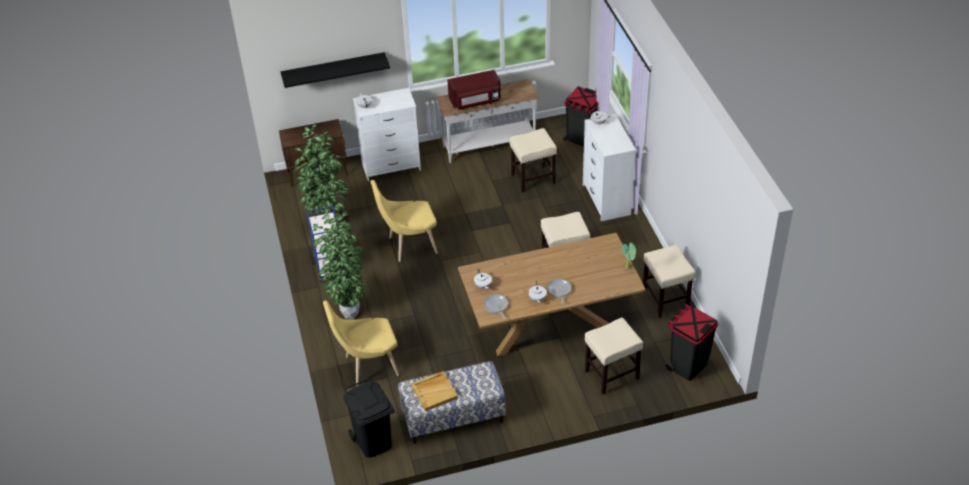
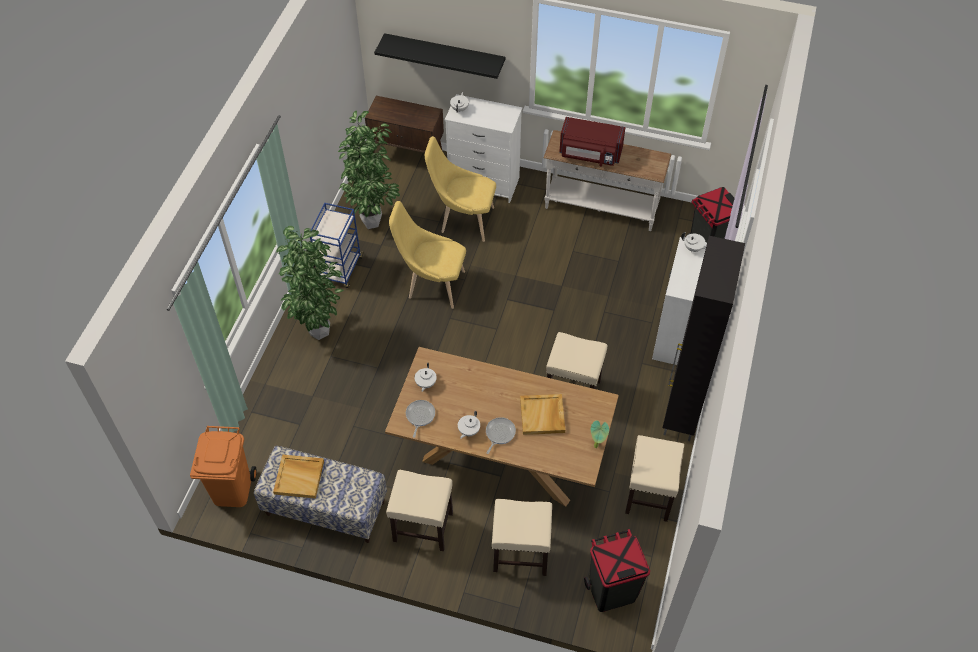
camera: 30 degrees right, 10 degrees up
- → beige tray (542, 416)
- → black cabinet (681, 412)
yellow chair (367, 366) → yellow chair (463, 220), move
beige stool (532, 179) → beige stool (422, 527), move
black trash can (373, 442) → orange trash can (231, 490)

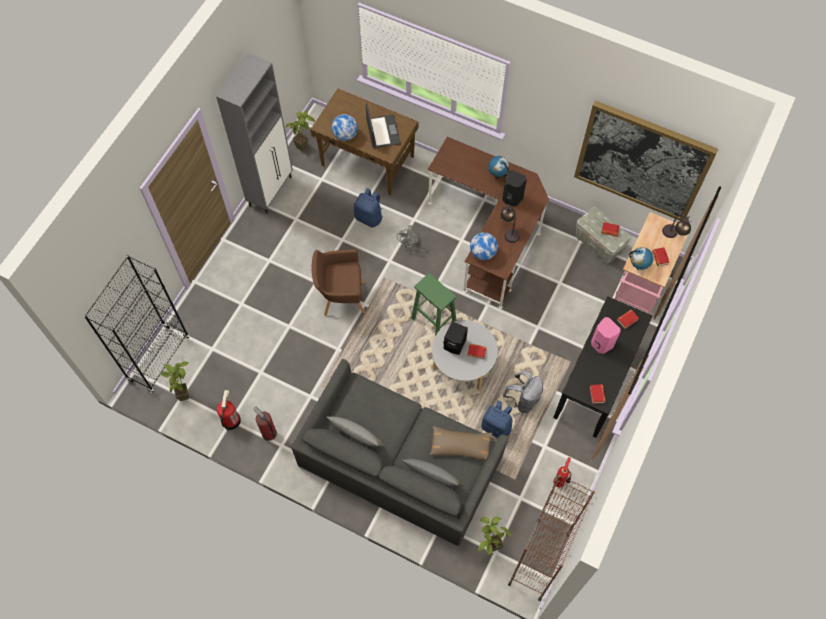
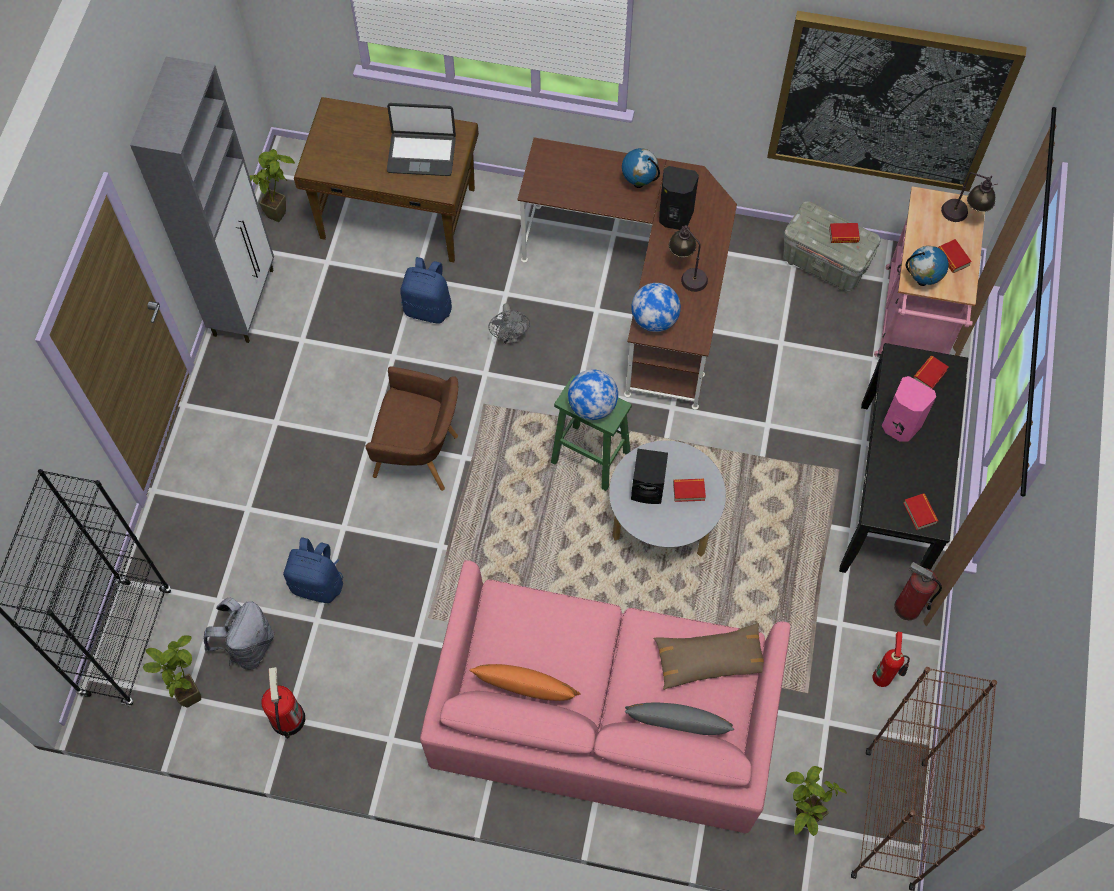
camera: 15 degrees left, 0 degrees up
fire extinguisher (269, 433) → fire extinguisher (907, 608), move
globe (345, 135) → globe (592, 406), move
blue backpack (496, 426) → blue backpack (318, 583), move
grey backpack (523, 400) → grey backpack (248, 645), move
grey sofa (399, 460) → pink sofa (603, 712)
grey pillow (356, 436) → orange pillow (525, 689)
brown armchair (341, 298) → brown armchair (420, 457), 150 degrees counterclockwise
laptop (382, 132) → laptop (421, 154), 120 degrees clockwise

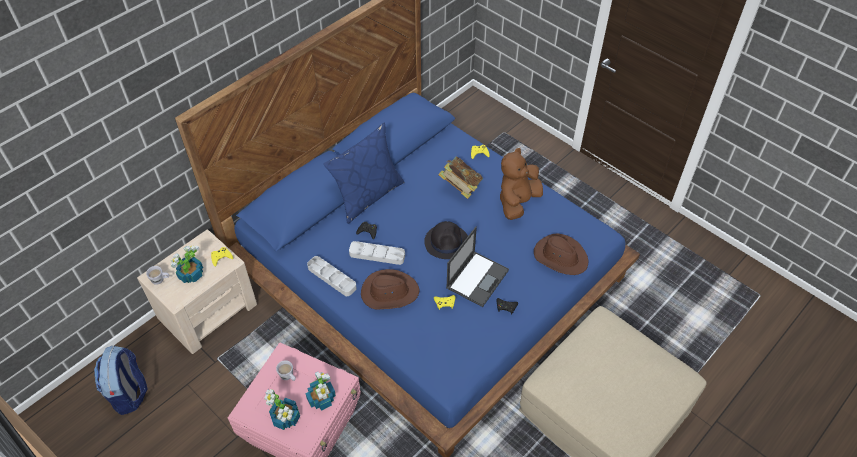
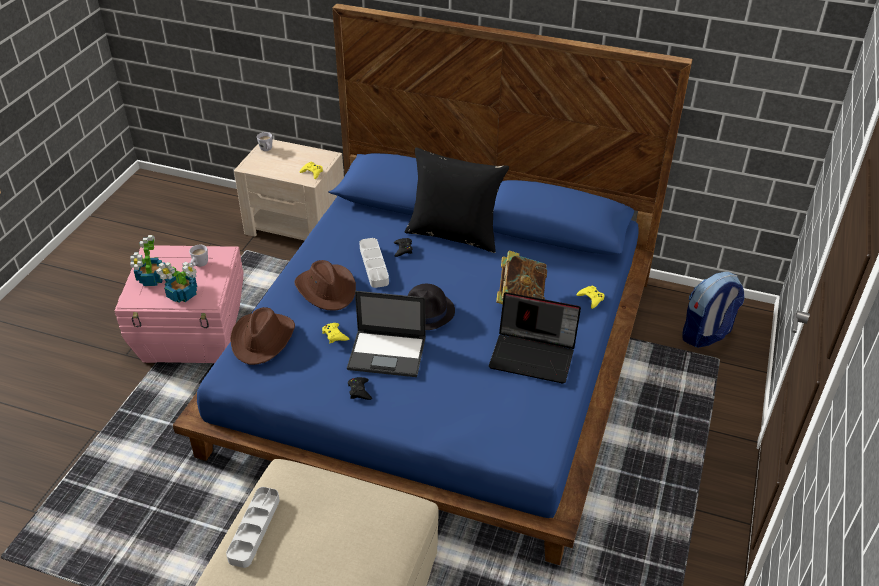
camera: 65 degrees right, 10 degrees down
potted plant (190, 274) → -
backpack (130, 393) → backpack (706, 335), move
grey tray (332, 278) → grey tray (254, 529), move
brown hat (560, 256) → brown hat (263, 339), move
brown plush toy (517, 202) → laptop (534, 355)
blue pillow (368, 196) → black pillow (454, 234)

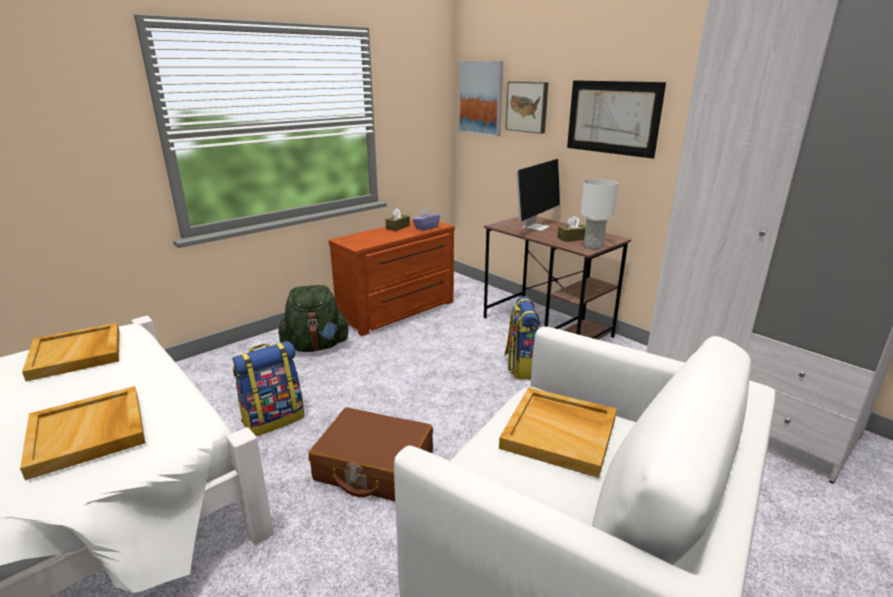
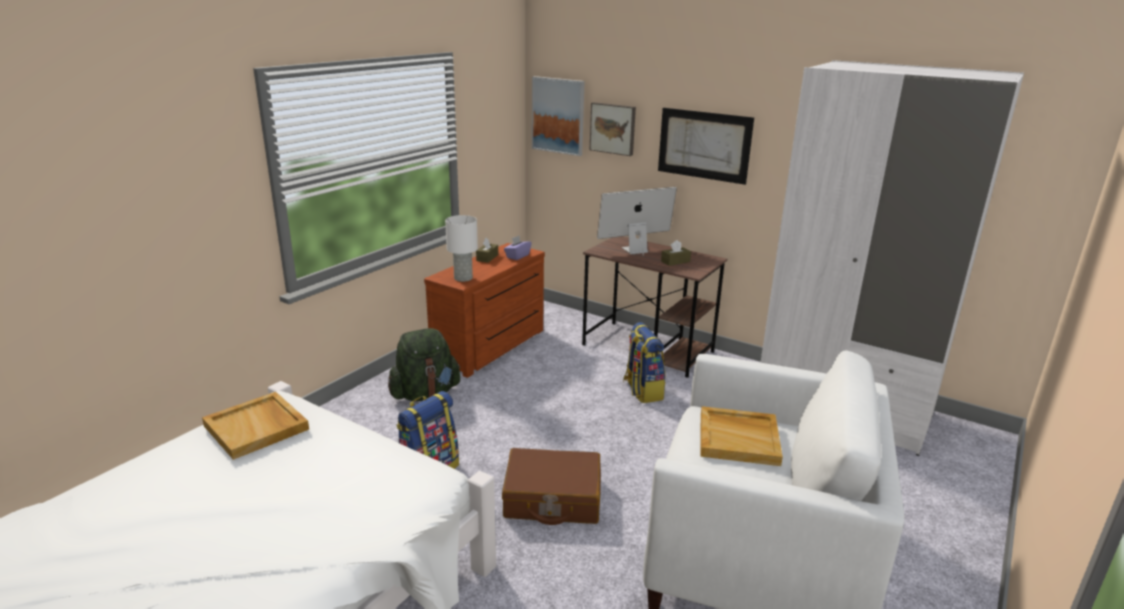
camera: 15 degrees left, 0 degrees up
beige tray (89, 433) → -
white table lamp (593, 246) → white table lamp (463, 278), move
monitor (536, 227) → monitor (634, 250), 135 degrees counterclockwise

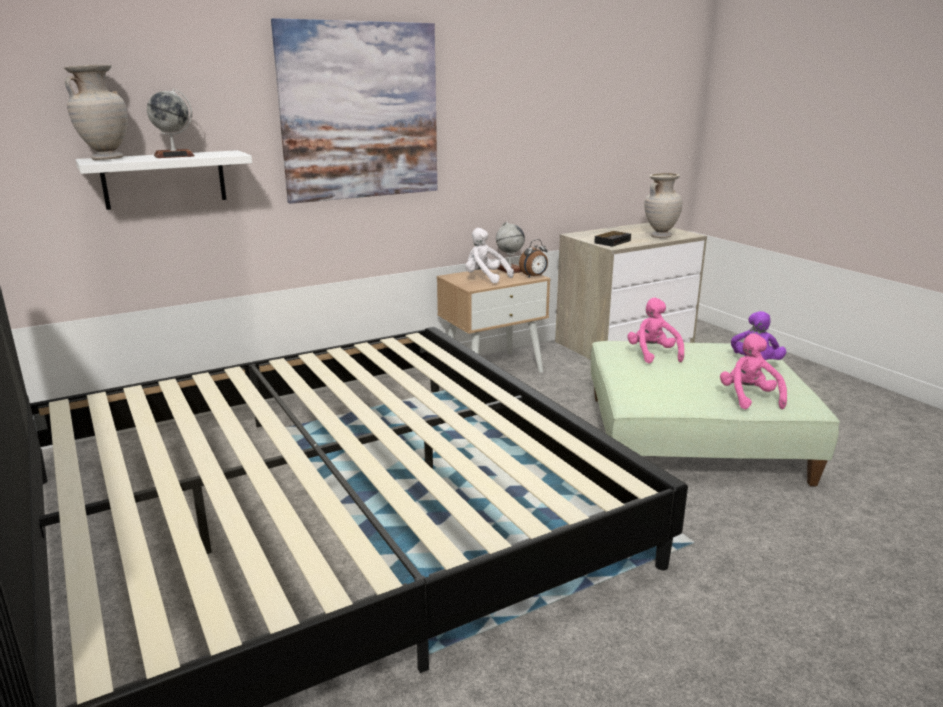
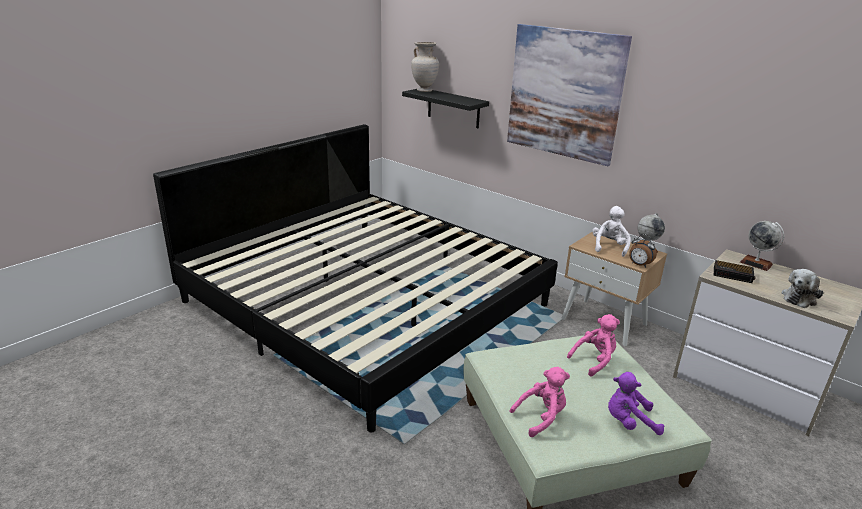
camera: 70 degrees right, 5 degrees up
globe (174, 156) → globe (756, 263), move
beige vase (660, 236) → plush toy (800, 298)
white shelf (164, 179) → black shelf (453, 108)

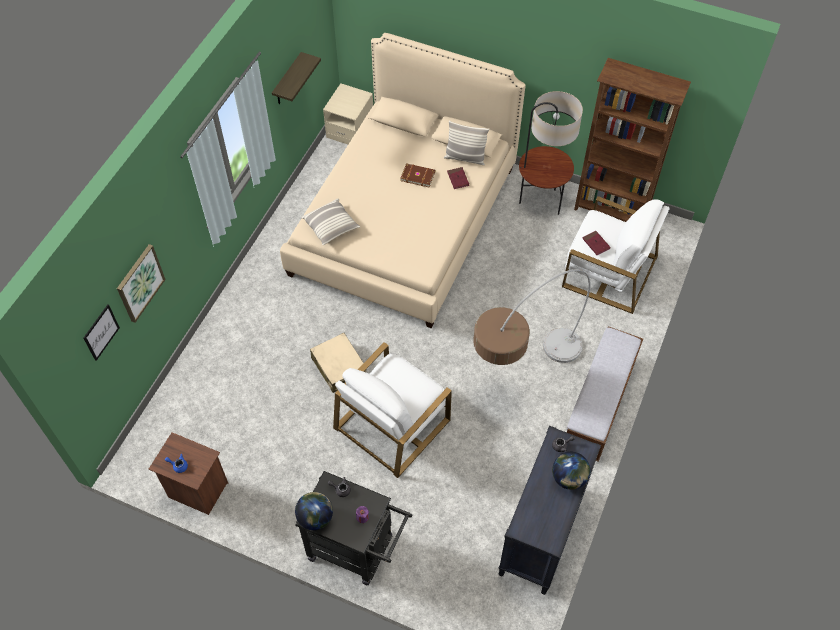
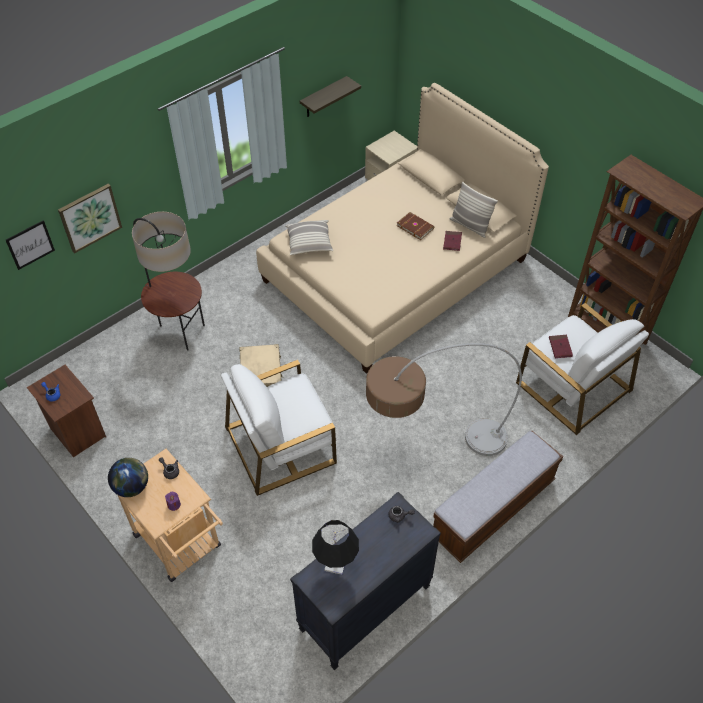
camera: 25 degrees right, 5 degrees down
globe (569, 478) → -
- → black table lamp (335, 564)
floor lamp (540, 202) → floor lamp (180, 332), move
black cart (357, 550) → beige cart (181, 545)

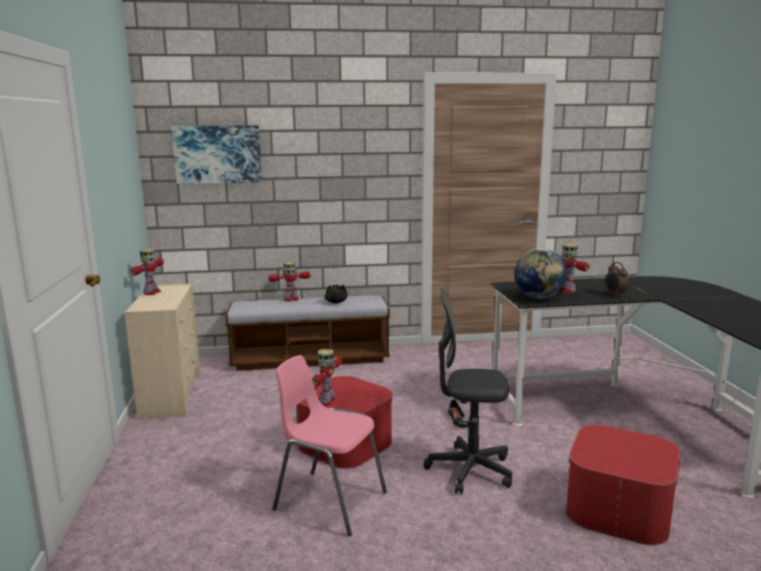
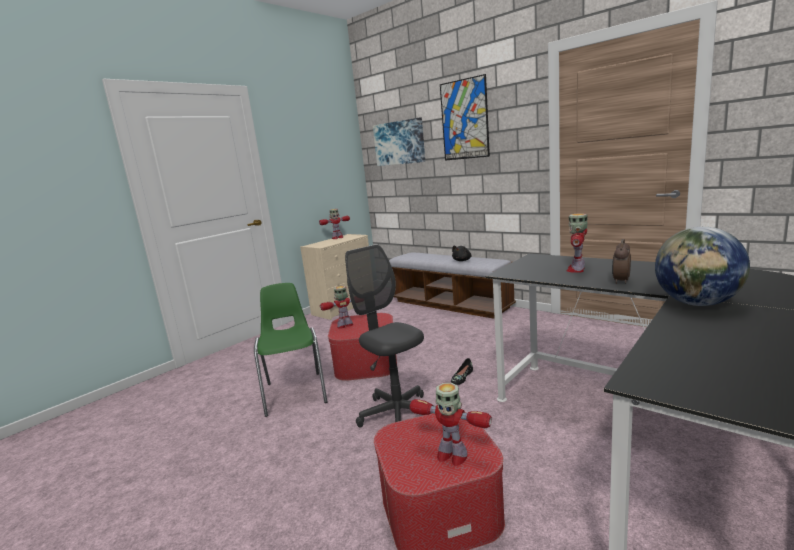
camera: 50 degrees right, 0 degrees up
- → picture (464, 119)
toy robot (290, 299) → toy robot (451, 455), move
globe (539, 297) → globe (697, 303), move
pink chair (329, 501) → green chair (295, 393)

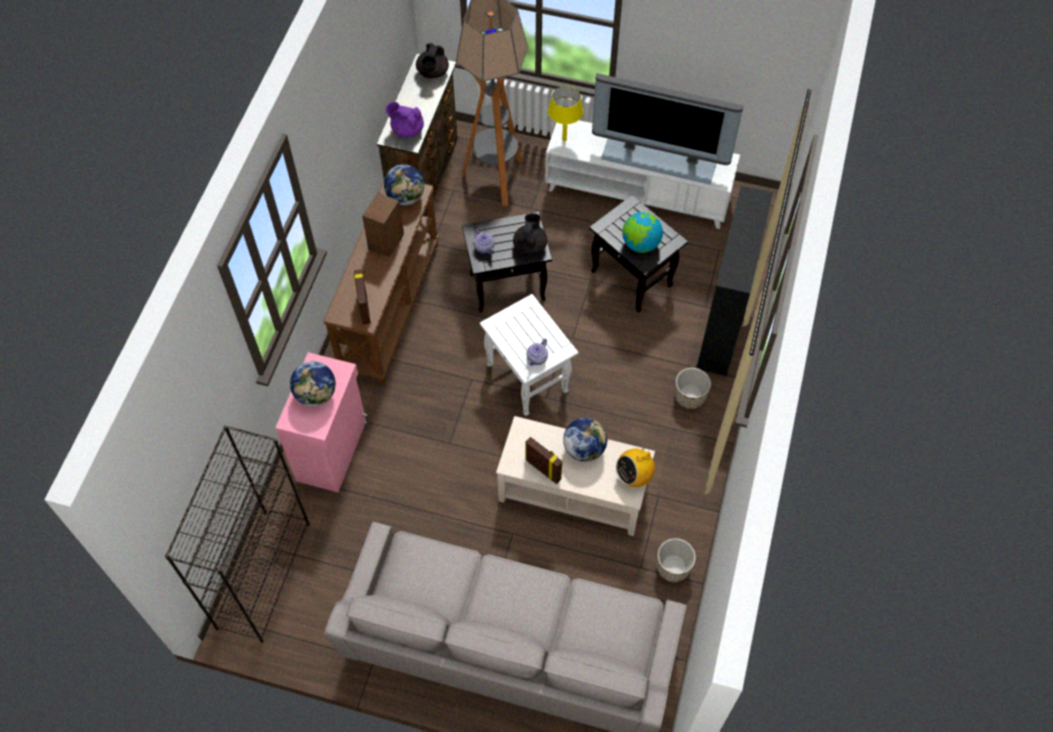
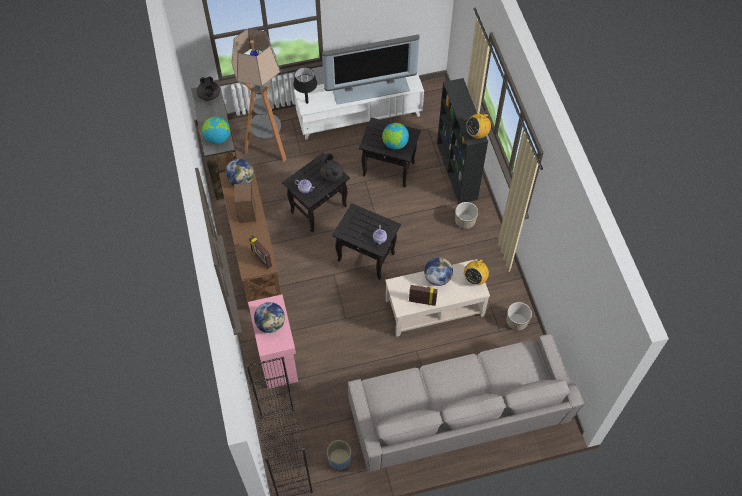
camera: 30 degrees left, 0 degrees up
- → blue planter (339, 459)
- → radio (477, 134)
purple teapot (407, 130) → globe (218, 138)
white side table (529, 379) → black side table (367, 257)
yellow table lamp (564, 139) → black table lamp (307, 102)

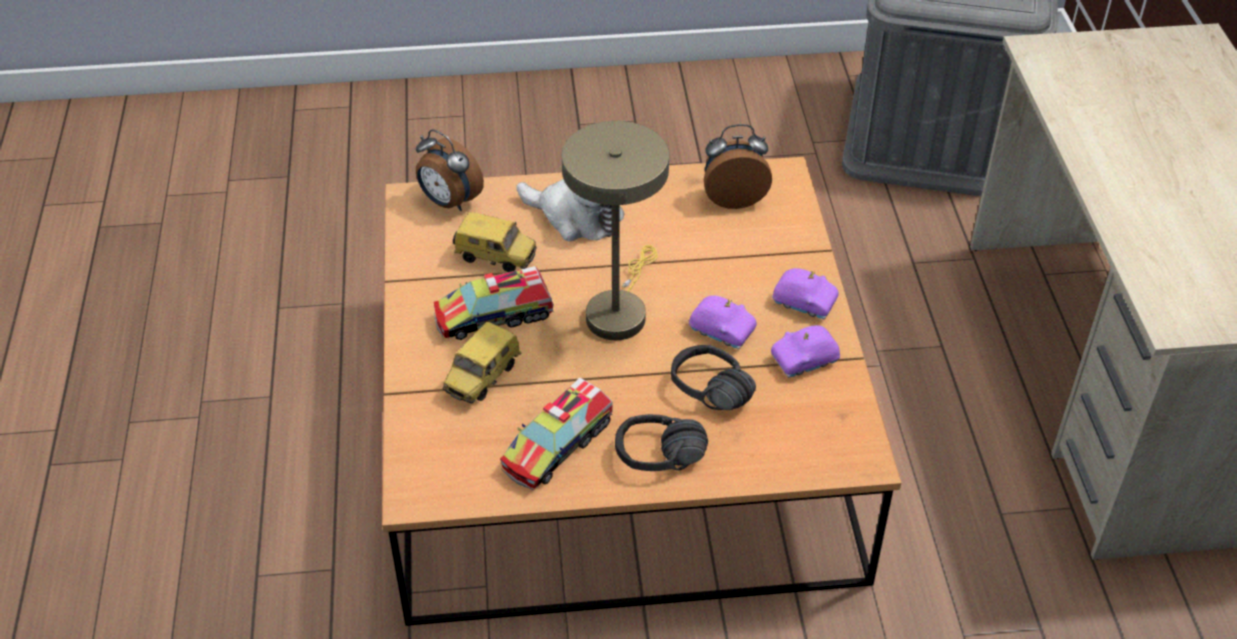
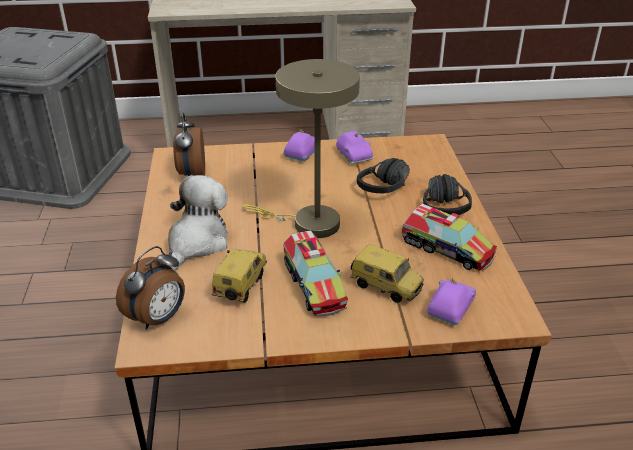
camera: 90 degrees left, 10 degrees down
purple toy car (722, 330) → purple toy car (449, 308), move

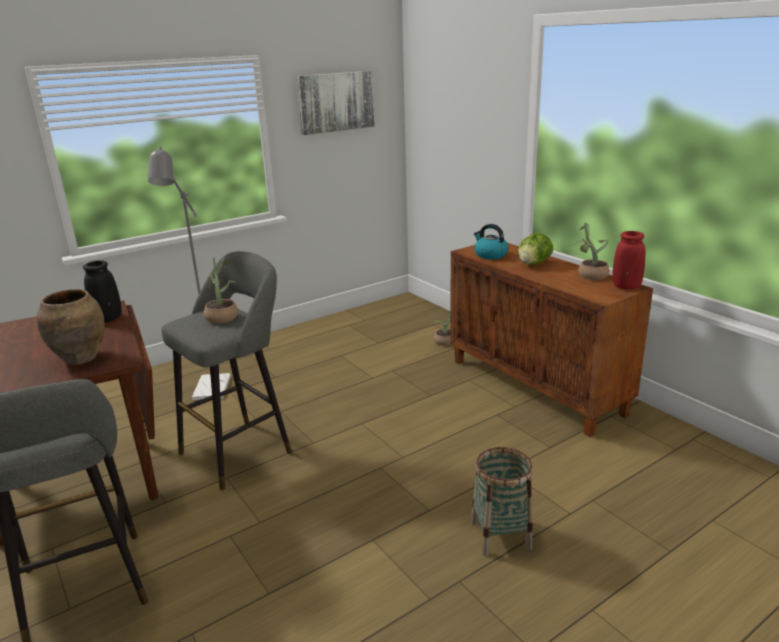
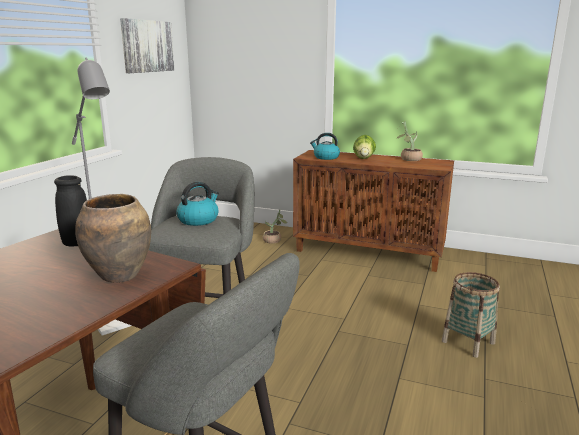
camera: 35 degrees left, 5 degrees down
red vase (626, 287) → -
potted plant (222, 316) → kettle (198, 220)

